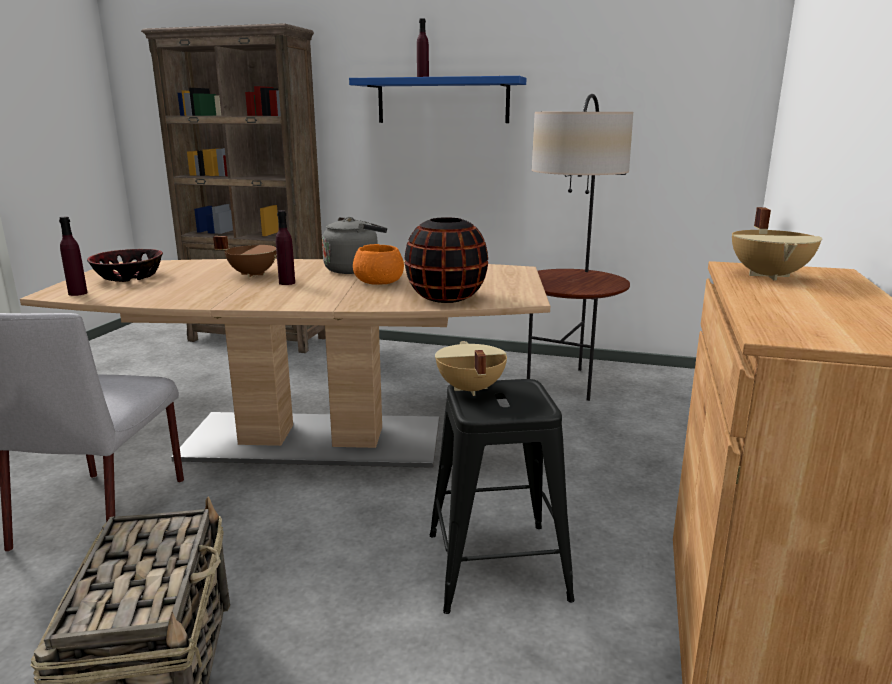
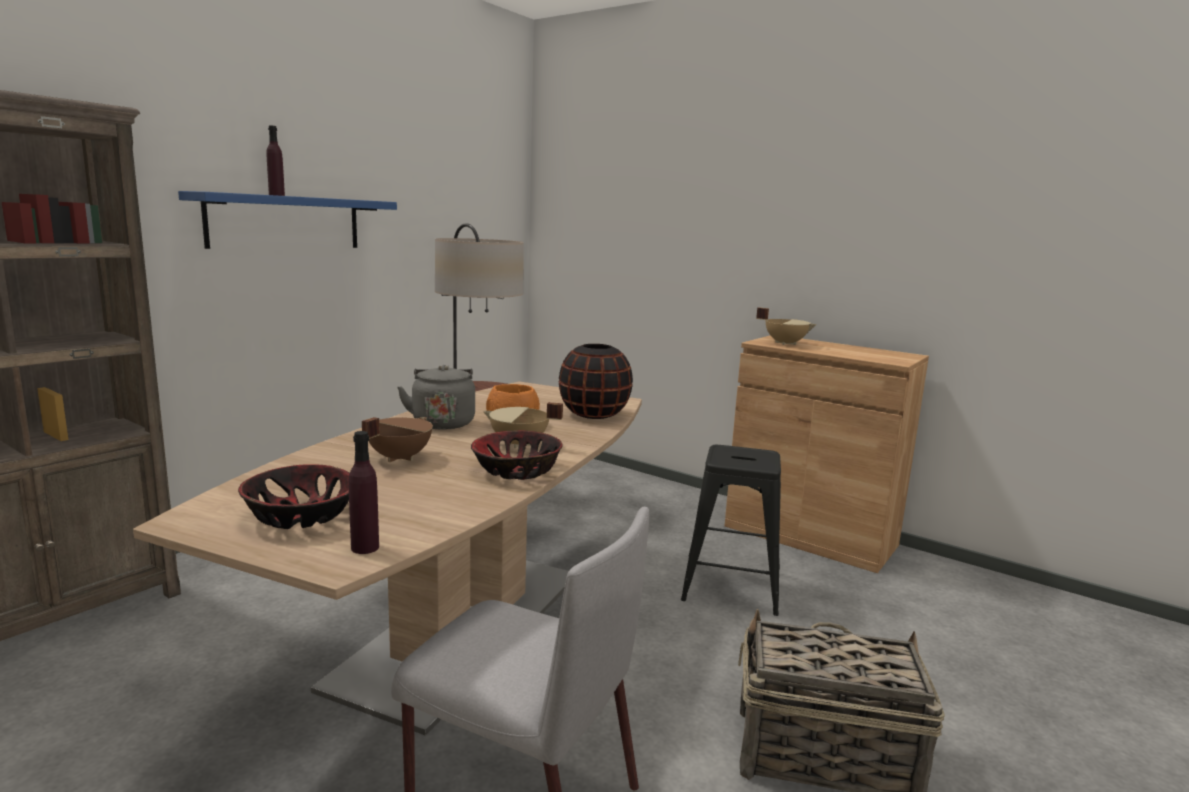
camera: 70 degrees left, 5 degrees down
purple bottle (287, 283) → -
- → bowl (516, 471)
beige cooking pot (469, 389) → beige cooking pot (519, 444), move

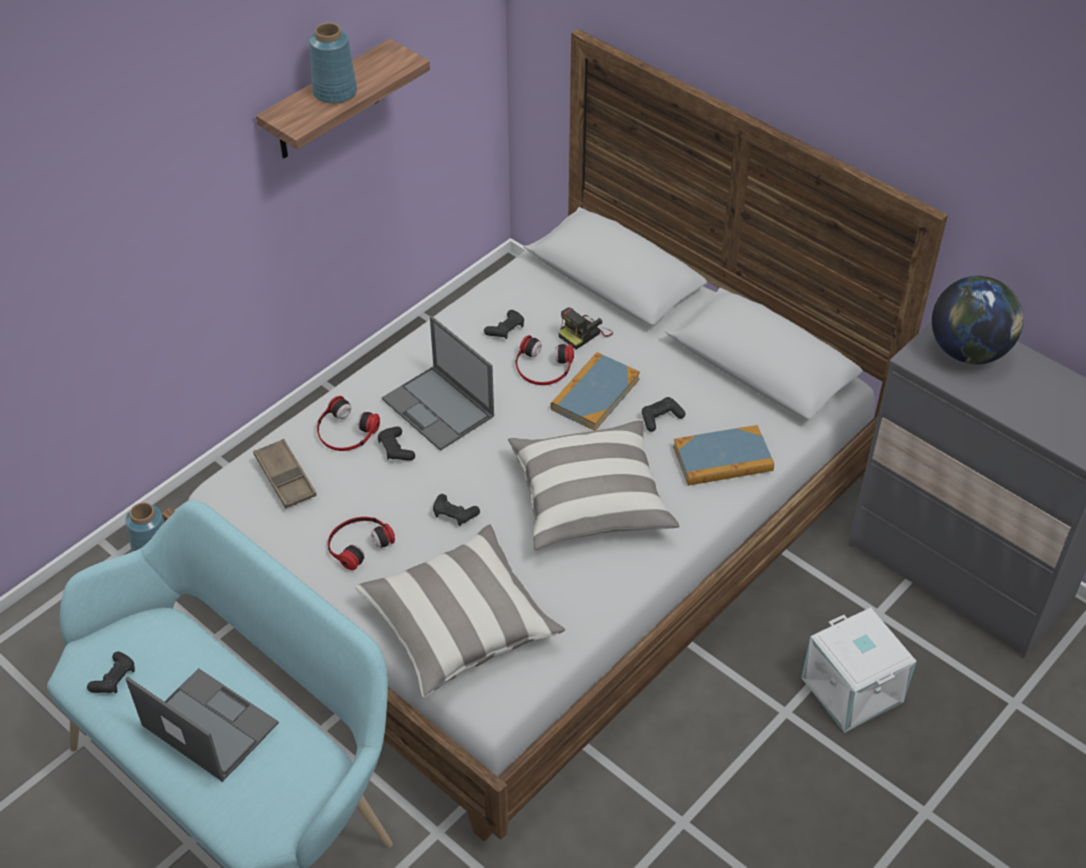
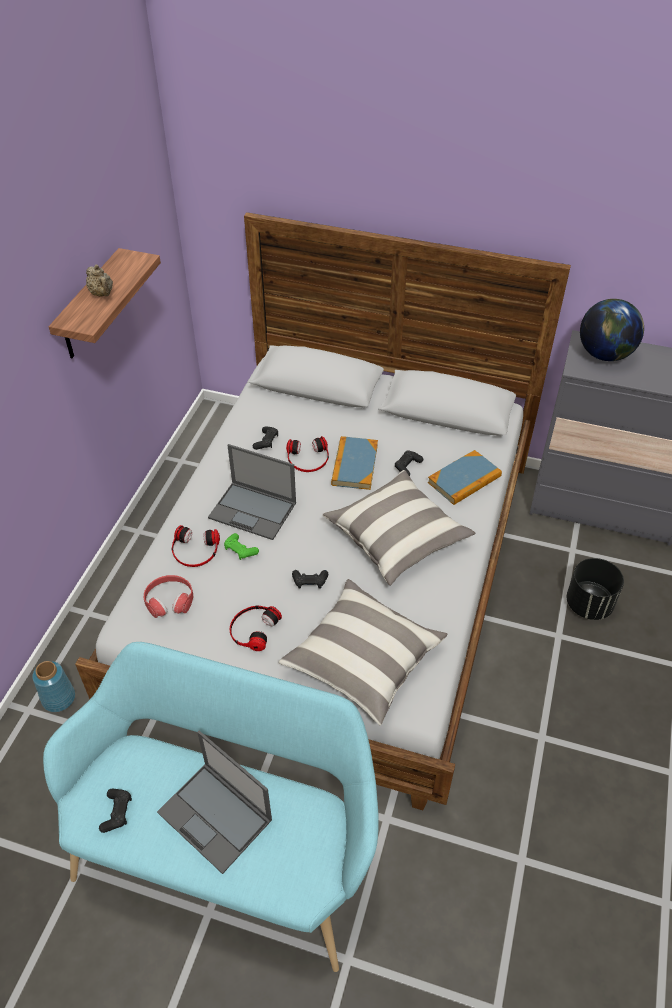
camera: 25 degrees left, 0 degrees up
photo camera (584, 333) → -
brown tray (285, 478) → red headphones (169, 600)
blue vase (335, 93) → beige teapot (102, 294)
white storage box (853, 689) → black planter (589, 604)
black game controller (396, 449) → green game controller (240, 550)
laptop (208, 724) → laptop (216, 817), 150 degrees counterclockwise

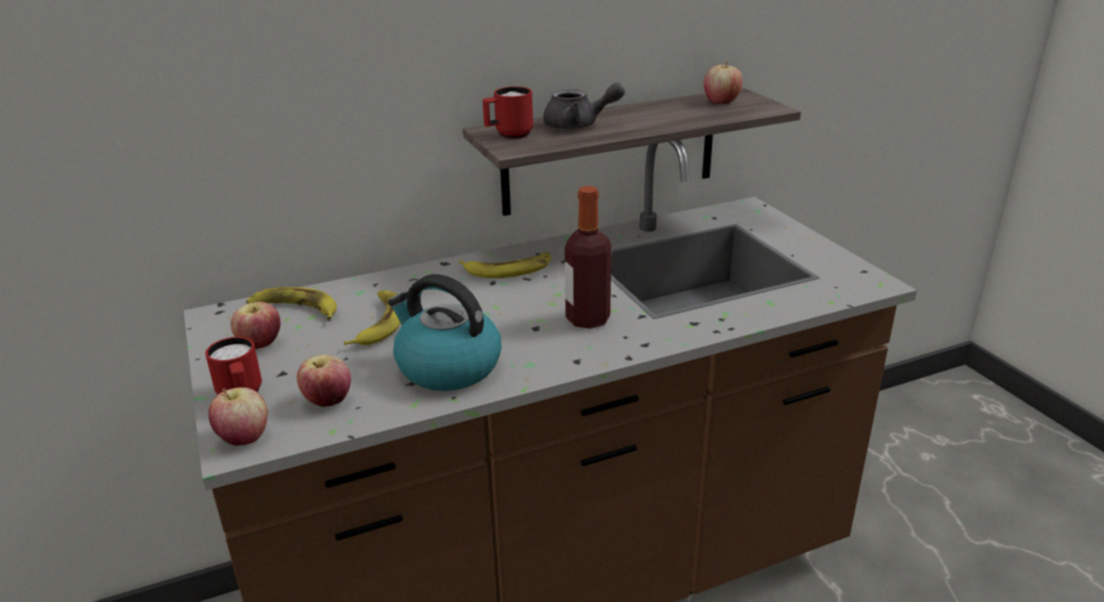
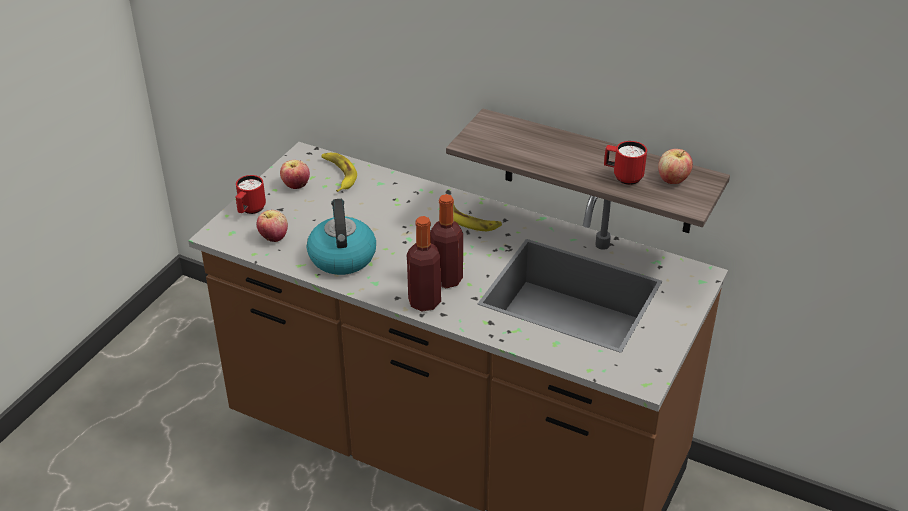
camera: 50 degrees right, 10 degrees up
apple (244, 437) → -
banana (378, 323) → -
grey teapot (578, 125) → -
- → bottle (424, 302)
red mug (508, 135) → red mug (623, 177), move

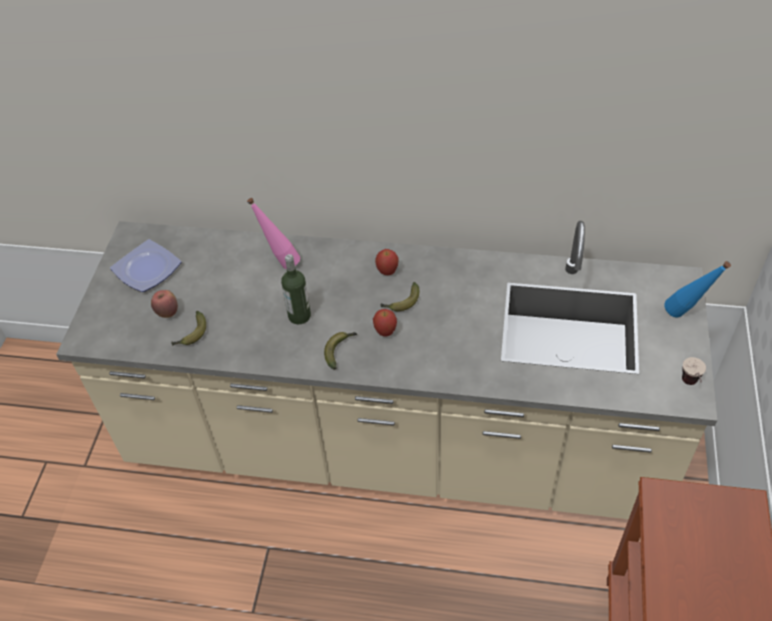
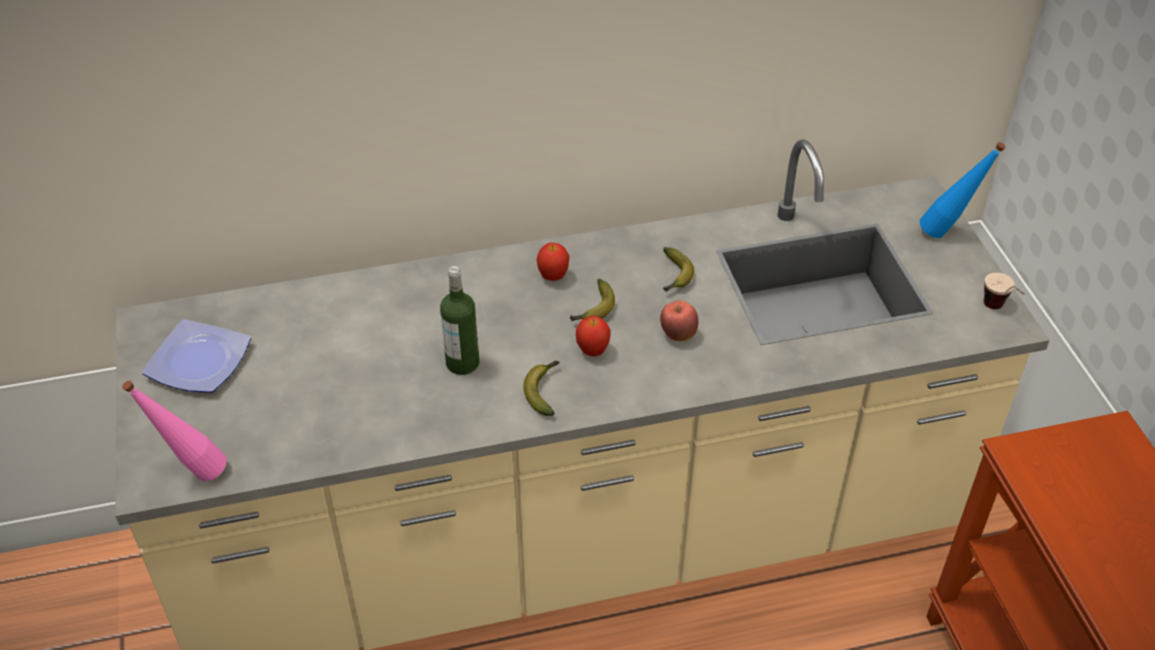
camera: 25 degrees left, 5 degrees down
apple (167, 312) → apple (678, 335), move
banana (191, 334) → banana (674, 276), move
pink bottle (280, 262) → pink bottle (192, 473), move

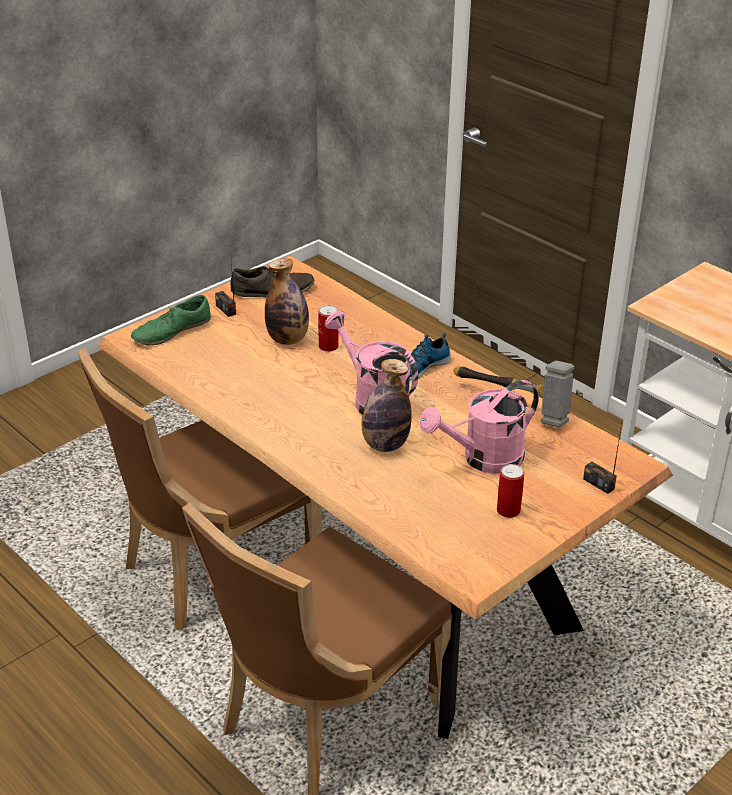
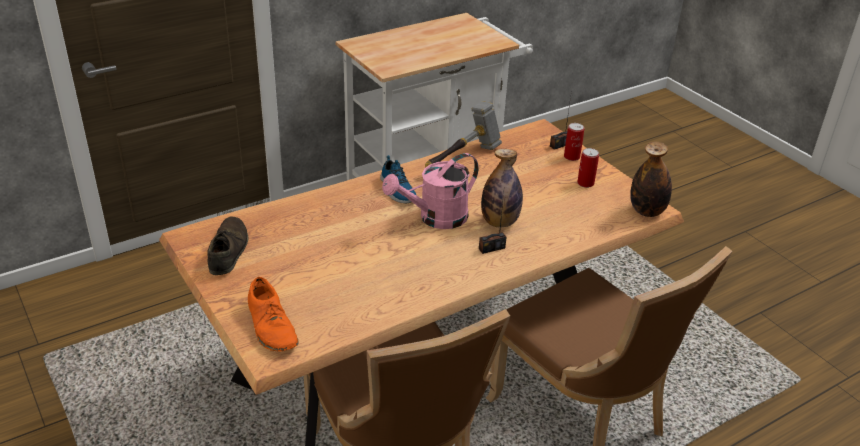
camera: 80 degrees left, 0 degrees up
pink watering can (483, 459) → -
radio (226, 309) → radio (491, 248), move
bottle (288, 339) → bottle (647, 211), move
can (328, 346) → can (571, 157), move
green shoe (171, 331) → orange shoe (272, 326)

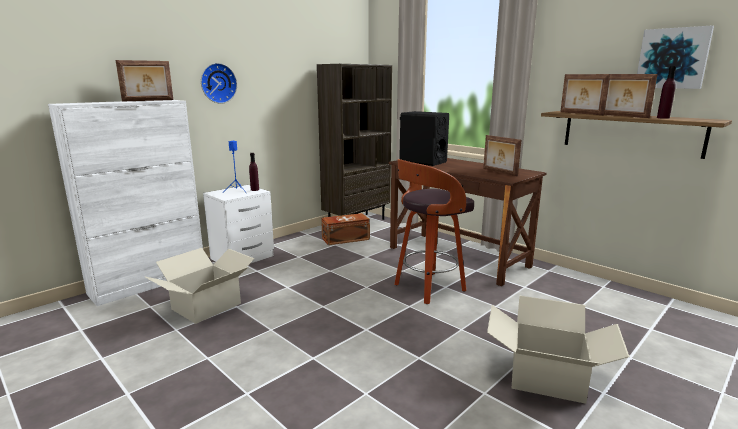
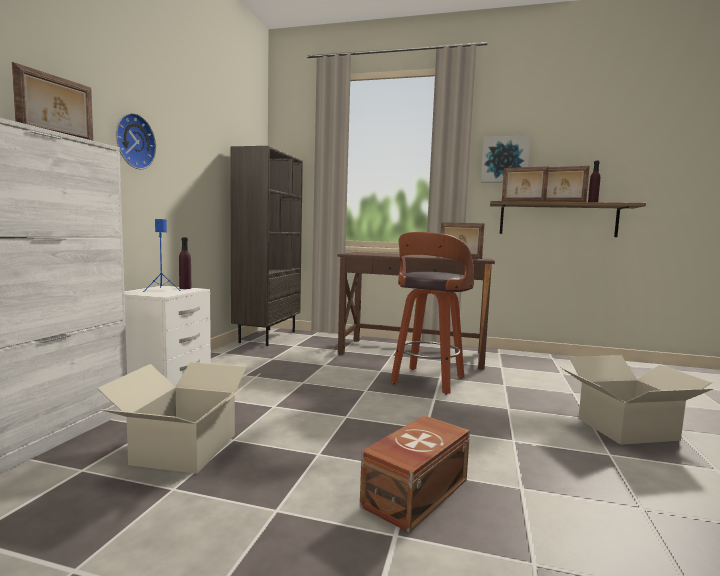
camera: 30 degrees left, 10 degrees down
black speaker (422, 162) → -
brown storage box (344, 238) → brown storage box (413, 492), move
picture (673, 58) → picture (504, 159), move

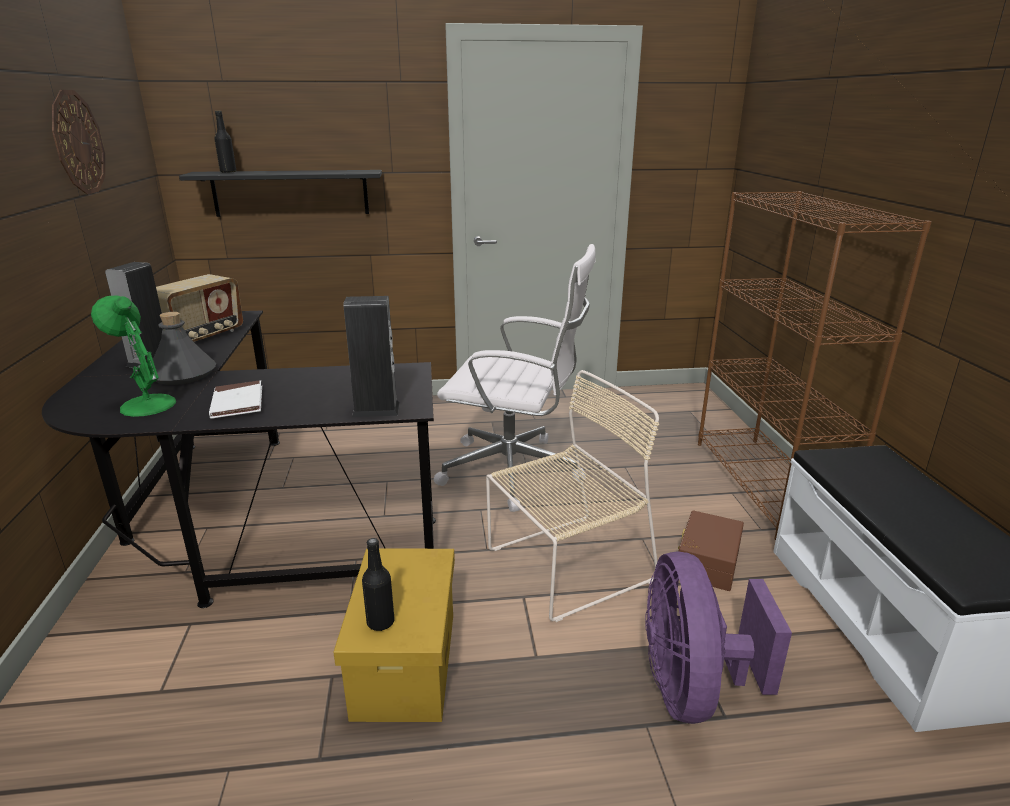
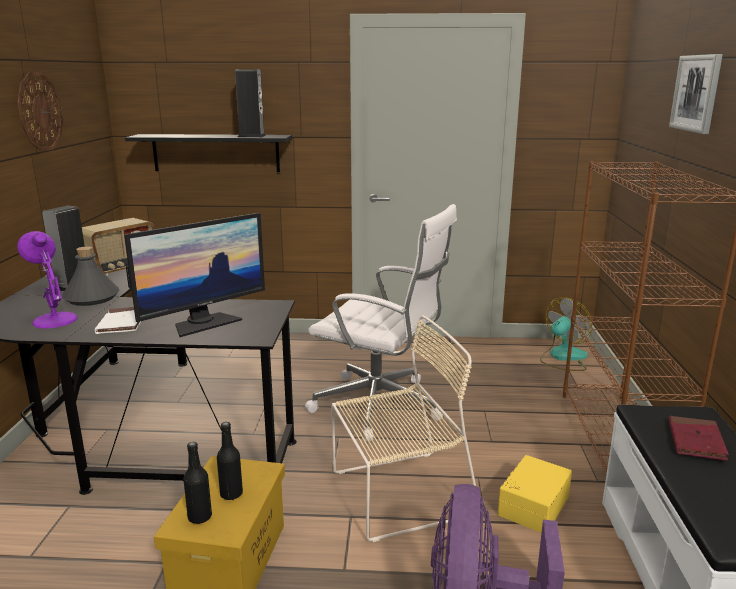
camera: 10 degrees right, 5 degrees down
- → monitor (203, 323)
- → fan (563, 357)
- → picture (696, 93)
- → red book (695, 441)
black bottle (228, 172) → black bottle (231, 494), move
speaker (376, 409) → speaker (251, 136), move
green table lamp (146, 404) → purple table lamp (54, 319)
brown storage box (705, 562) → yellow storage box (531, 505)

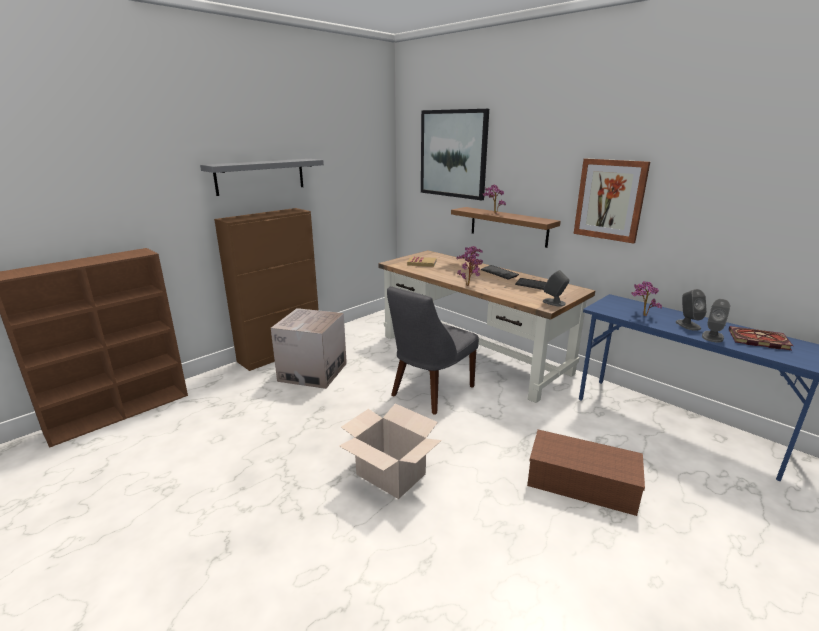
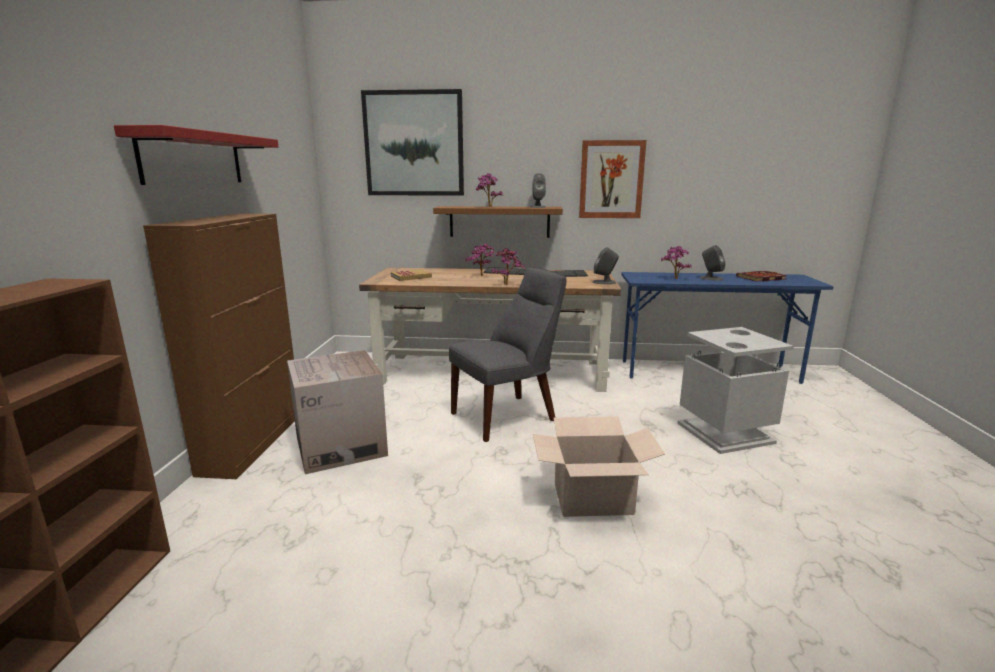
camera: 40 degrees left, 5 degrees down
grey speaker (712, 336) → grey speaker (538, 207), move
brown storage box (580, 483) → grey trash can (724, 433)
grey shelf (260, 176) → red shelf (193, 158)
grey chair (430, 392) → grey chair (507, 416), 120 degrees counterclockwise

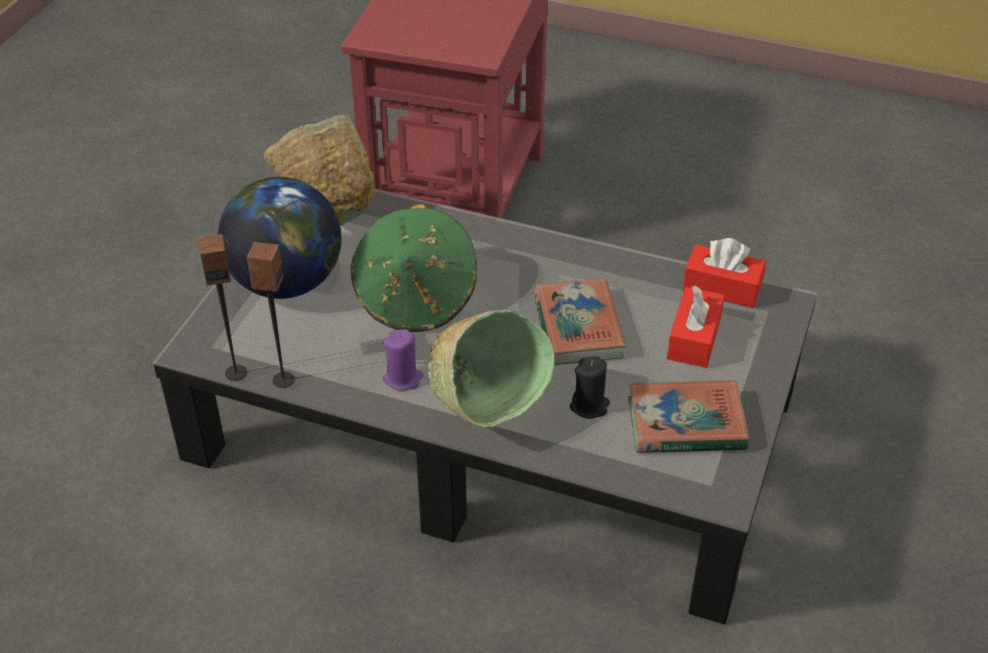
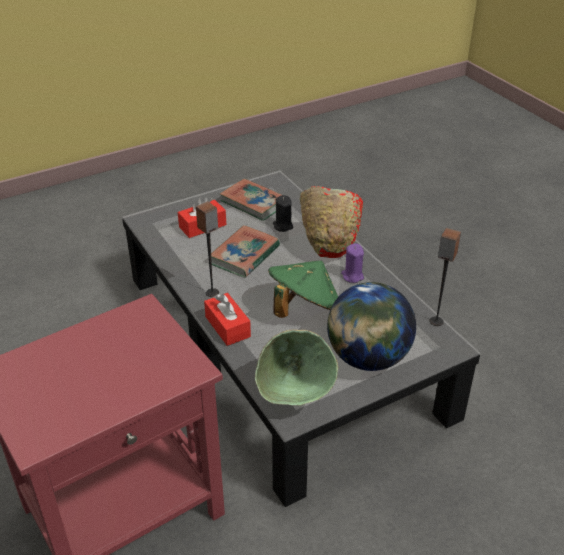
camera: 140 degrees left, 5 degrees down
speaker (283, 379) → speaker (212, 293), move
red tissue box (722, 287) → red tissue box (227, 326), move
green bowl (485, 411) → red bowl (329, 245)

